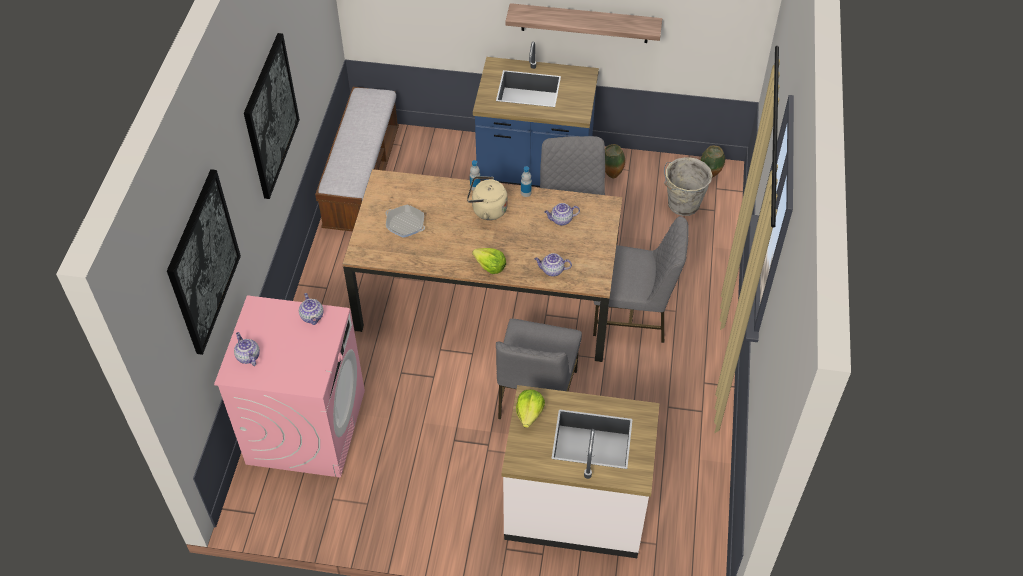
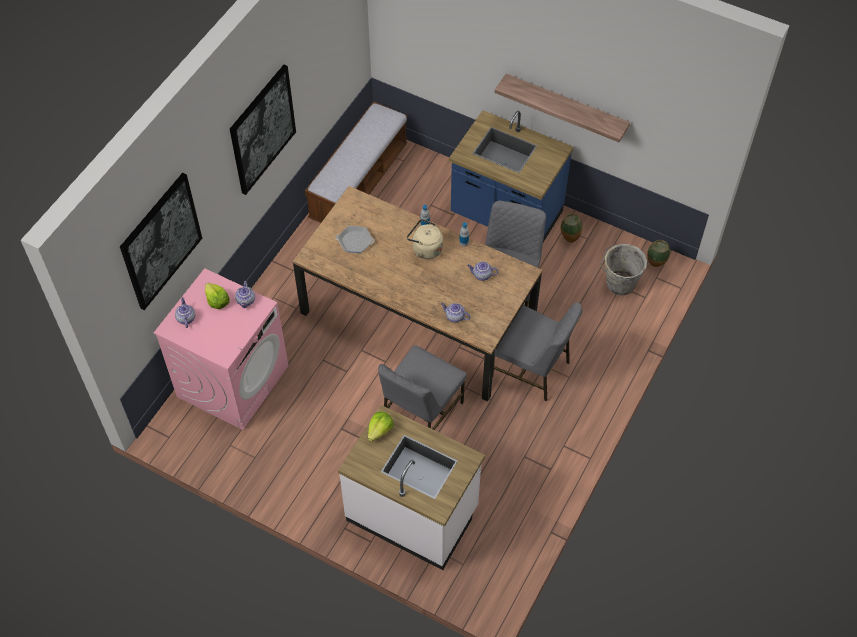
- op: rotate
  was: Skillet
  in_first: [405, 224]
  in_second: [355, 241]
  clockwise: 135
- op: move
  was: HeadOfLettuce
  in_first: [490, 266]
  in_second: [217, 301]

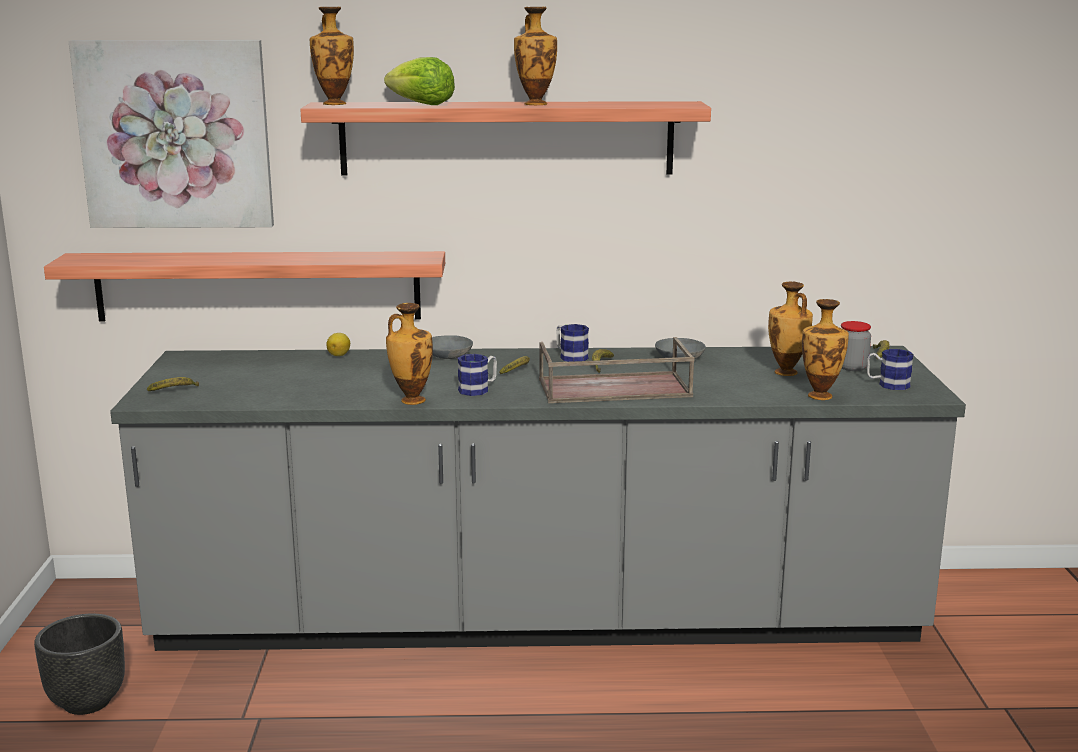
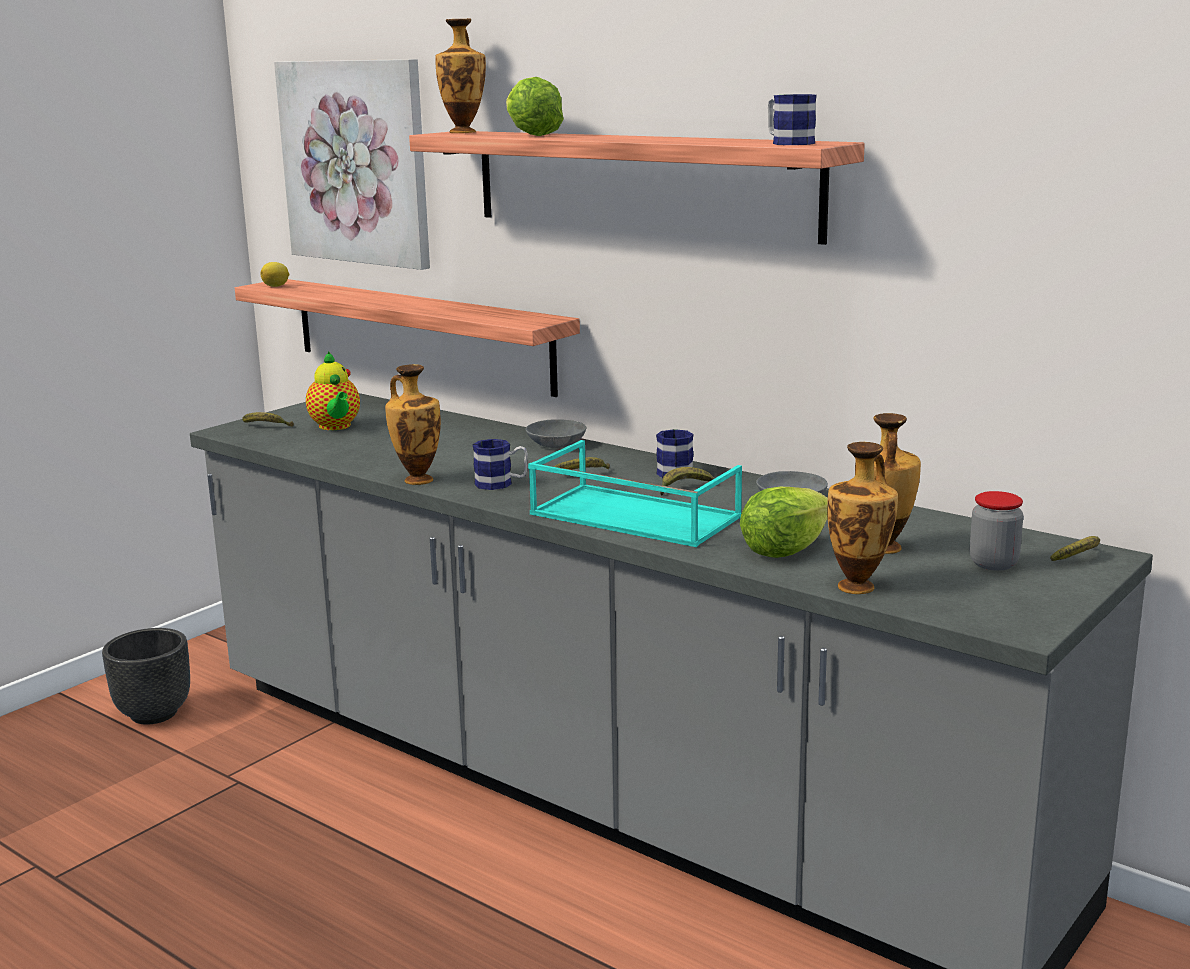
- op: delete
  was: Vase
  in_first: [535, 104]
- op: move
  was: CitrusFruit
  in_first: [339, 355]
  in_second: [276, 286]
- op: recolor
  was: BrownishServingTray
  now: BlueGreenServingTray
  in_first: [613, 388]
  in_second: [632, 516]
- op: move
  was: TeaMug
  in_first: [887, 384]
  in_second: [787, 143]
- op: insert
  now: Teapot
  in_second: [335, 427]
- op: insert
  now: HeadOfLettuce
  in_second: [784, 550]

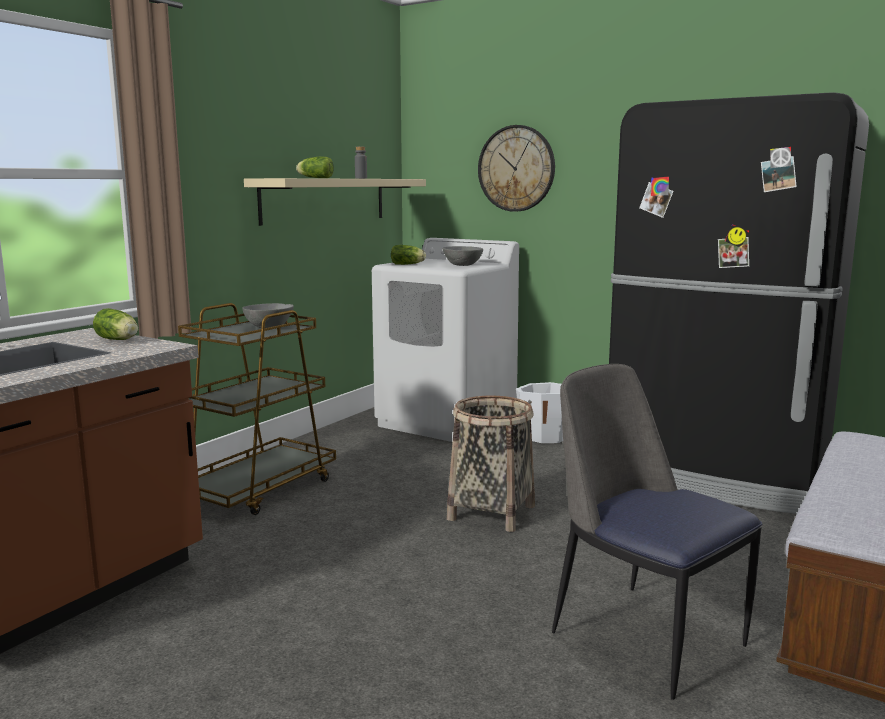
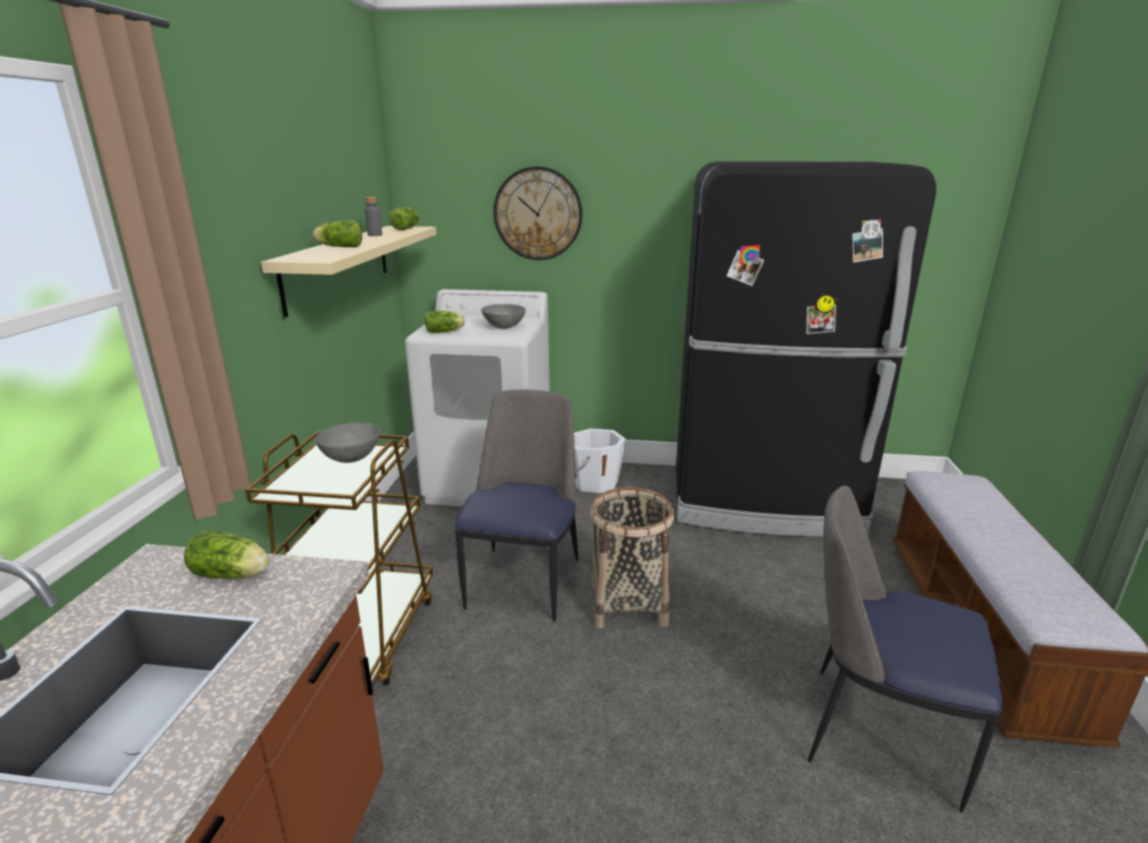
- op: insert
  now: HeadOfLettuce
  in_second: [407, 228]
- op: insert
  now: PlainChair
  in_second: [524, 581]

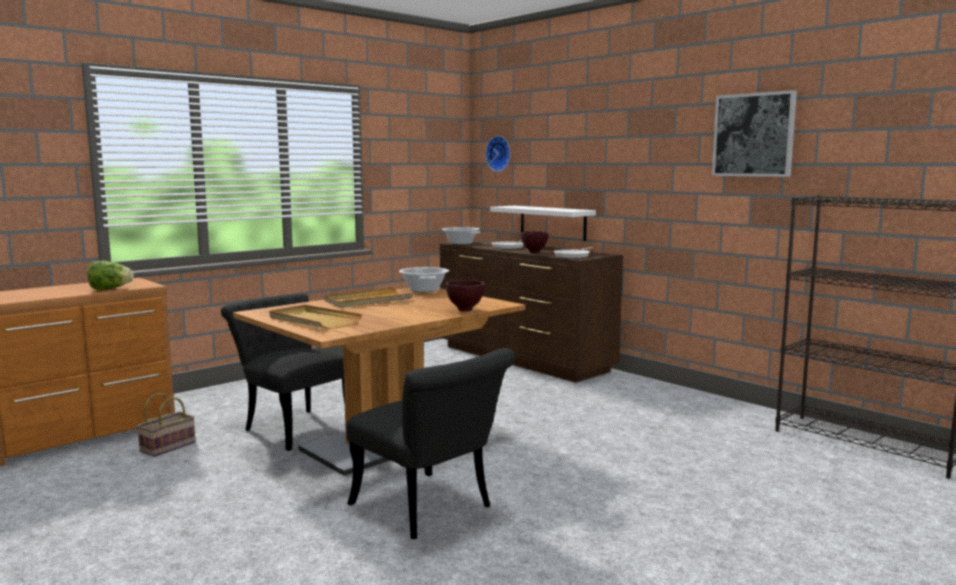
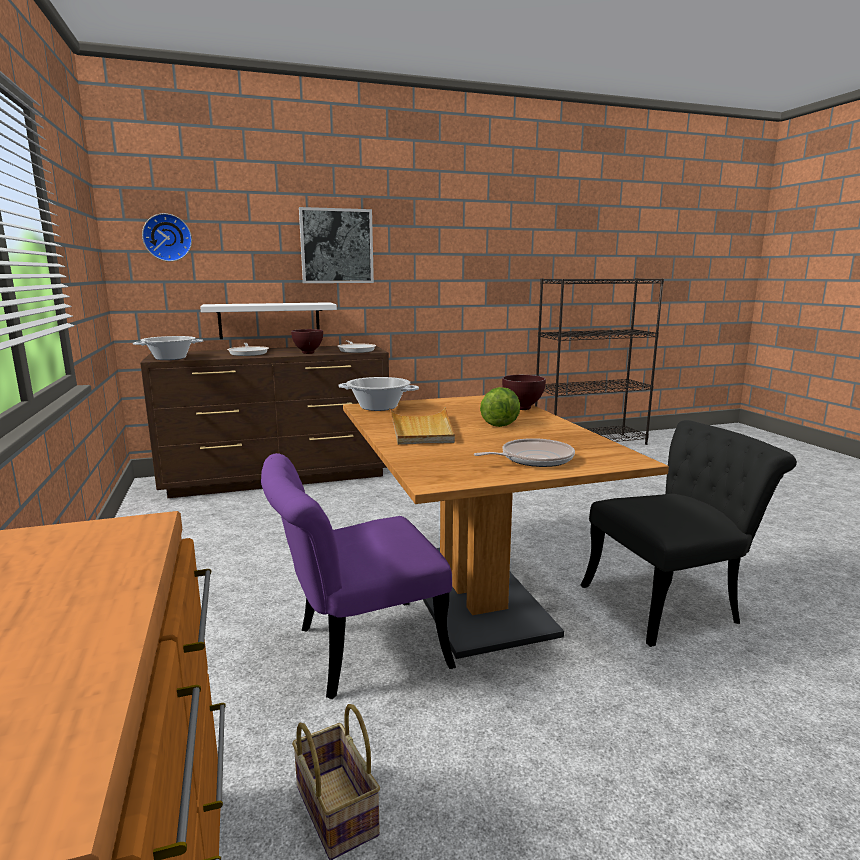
- op: move
  was: Picture
  in_first: [753, 135]
  in_second: [336, 246]
- op: move
  was: HeadOfLettuce
  in_first: [110, 289]
  in_second: [500, 423]
- op: recolor
  was: BlackPlainChair
  now: PurplishPlainChair
  in_first: [293, 426]
  in_second: [356, 651]
- op: replace
  was: BeigeColouredServingTray
  now: Skillet
  in_first: [313, 320]
  in_second: [533, 459]

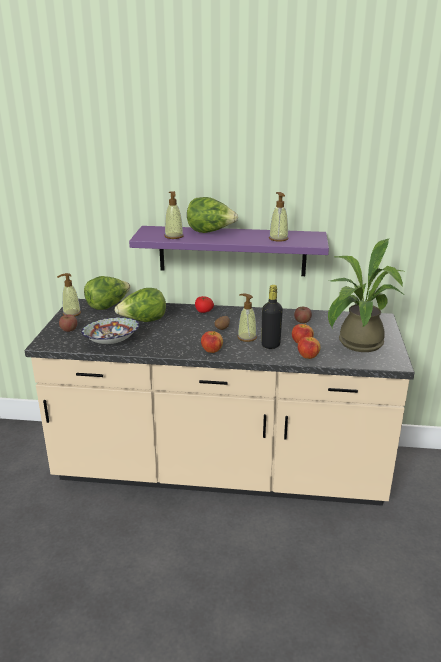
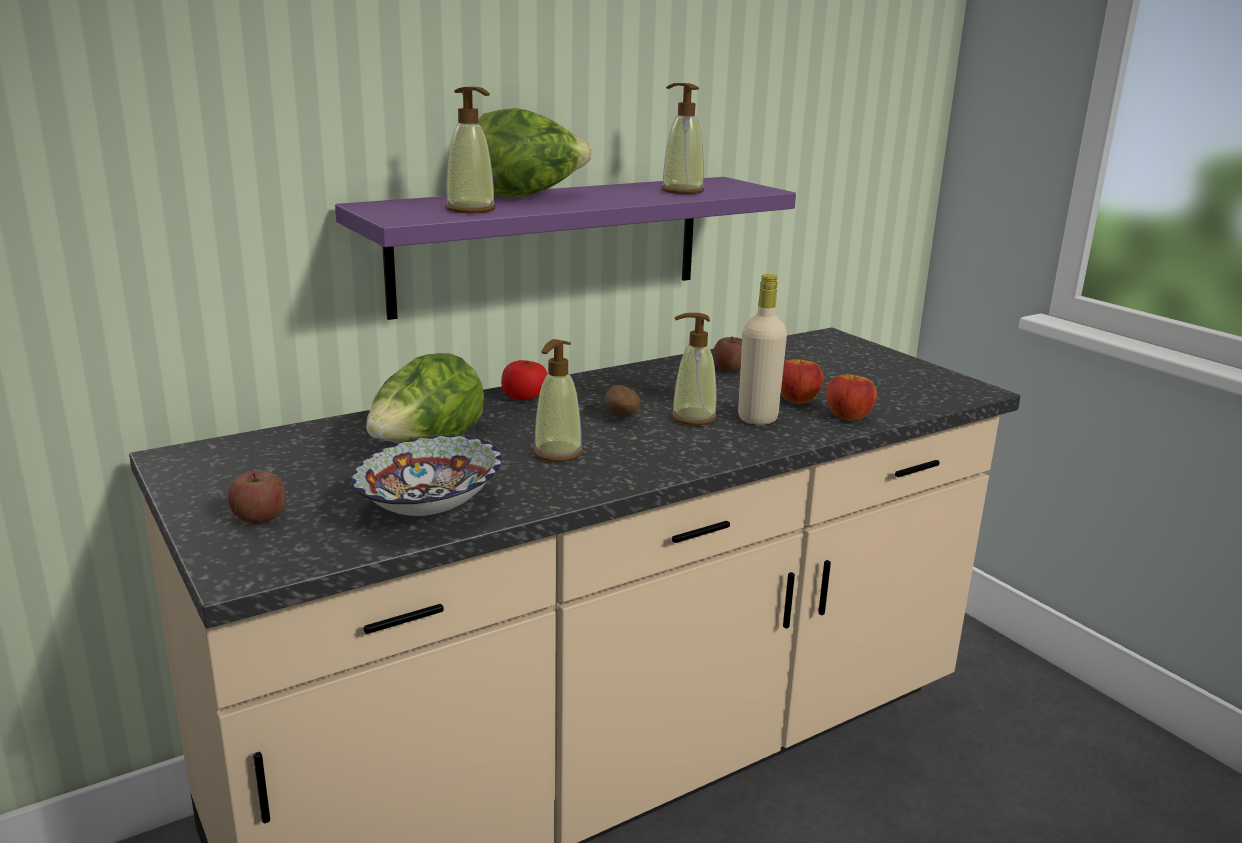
- op: delete
  was: PlantInAPot
  in_first: [356, 345]
- op: move
  was: SoapBottle
  in_first: [71, 313]
  in_second: [557, 453]
- op: delete
  was: HeadOfLettuce
  in_first: [108, 306]
- op: recolor
  was: BlackBeverageBottle
  now: BeigeColouredBeverageBottle
  in_first: [270, 345]
  in_second: [757, 418]
- op: delete
  was: WholeApple
  in_first: [212, 350]

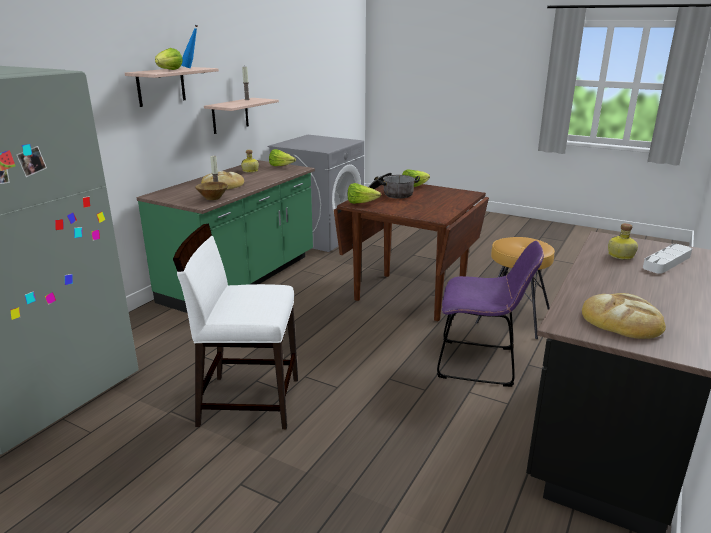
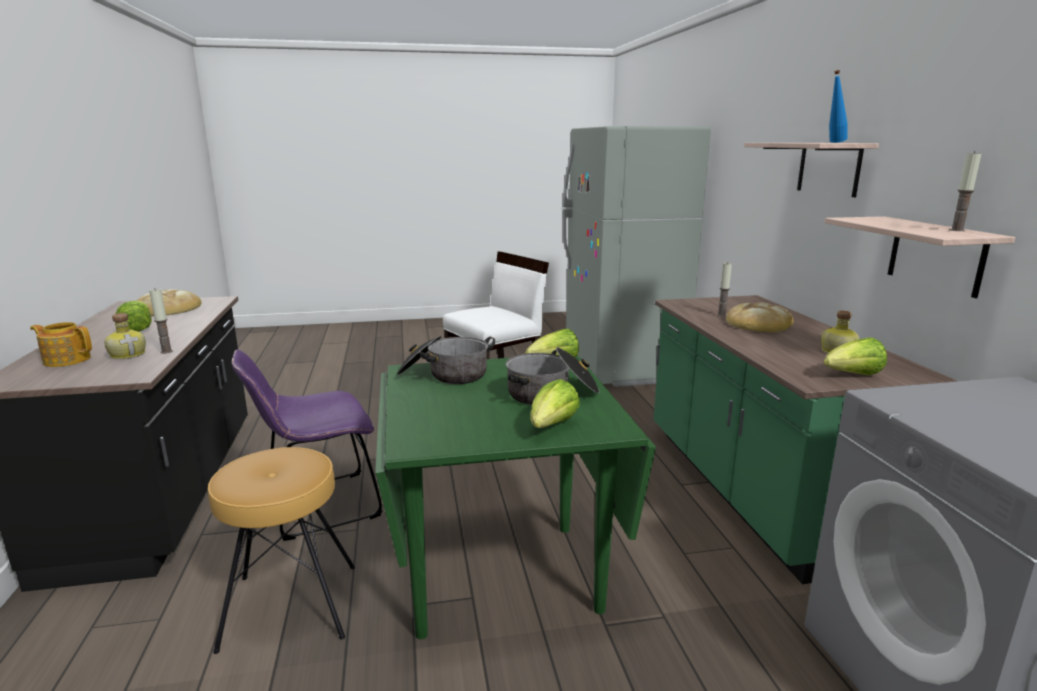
- op: move
  was: HeadOfLettuce
  in_first: [169, 70]
  in_second: [137, 328]
- op: delete
  was: BrownishDeepDish
  in_first: [212, 198]
- op: recolor
  was: BrownishKitchenTable
  now: GreenKitchenTable
  in_first: [410, 295]
  in_second: [501, 577]
- op: replace
  was: WhiteServingTray
  now: Teapot
  in_first: [666, 262]
  in_second: [67, 360]
- op: insert
  now: WaxCandle
  in_second: [166, 351]
- op: insert
  now: CookingPot
  in_second: [445, 375]

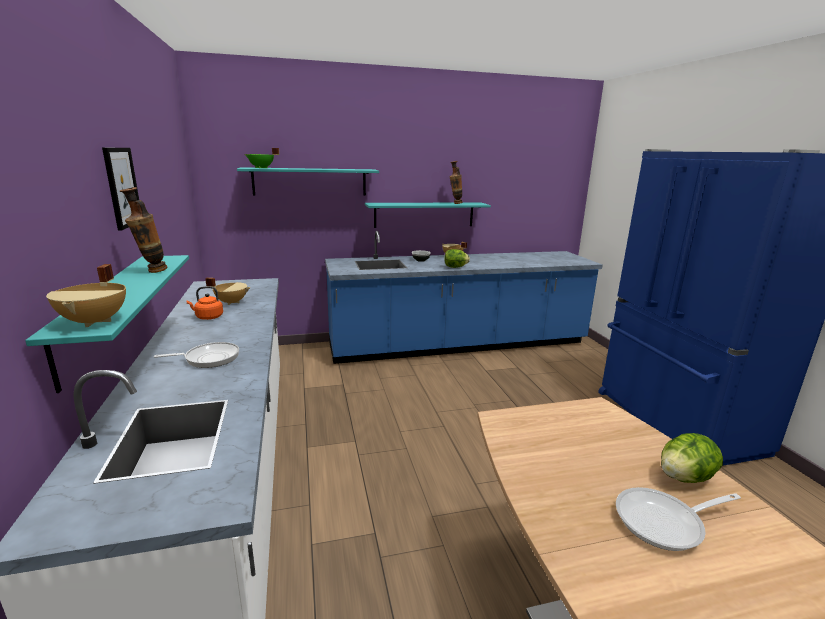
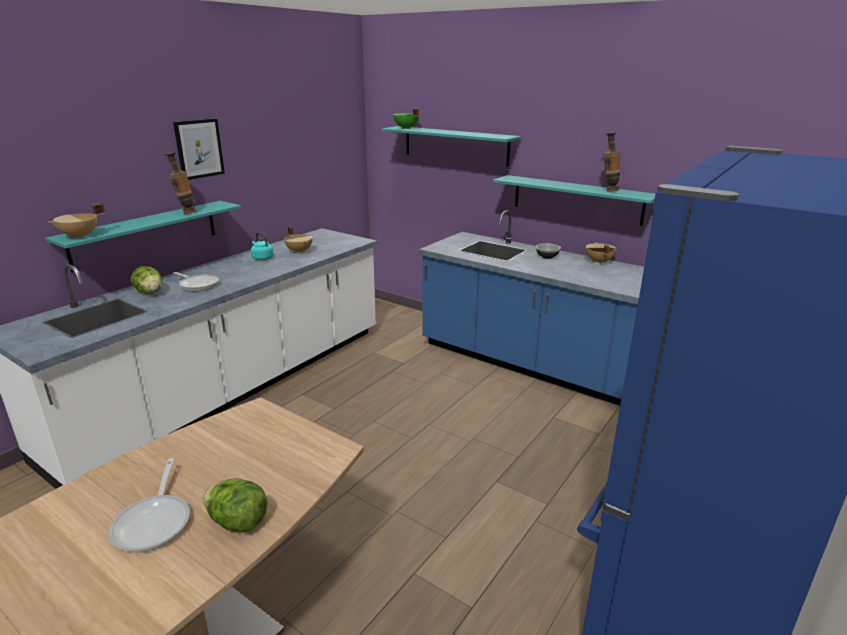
- op: move
  was: HeadOfLettuce
  in_first: [455, 267]
  in_second: [150, 293]
- op: recolor
  was: OrangeyKettle
  now: BlueGreenKettle
  in_first: [208, 317]
  in_second: [262, 258]
- op: rotate
  was: Skillet
  in_first: [665, 522]
  in_second: [155, 522]
  clockwise: -135

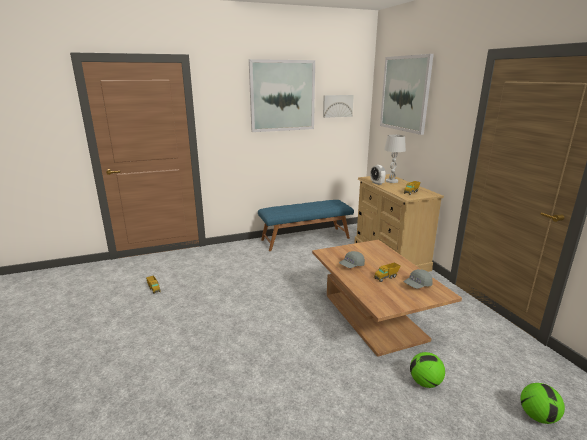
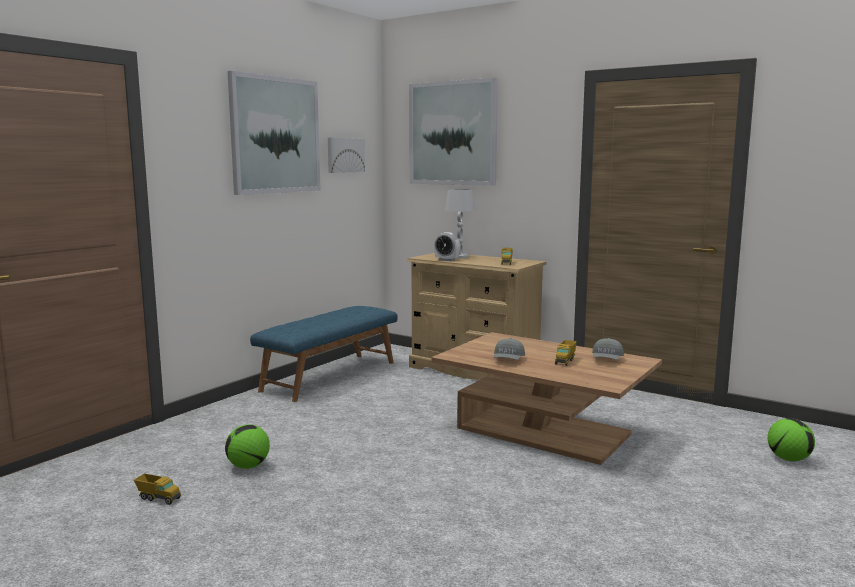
- op: move
  was: BallForFootball
  in_first: [425, 382]
  in_second: [248, 466]

